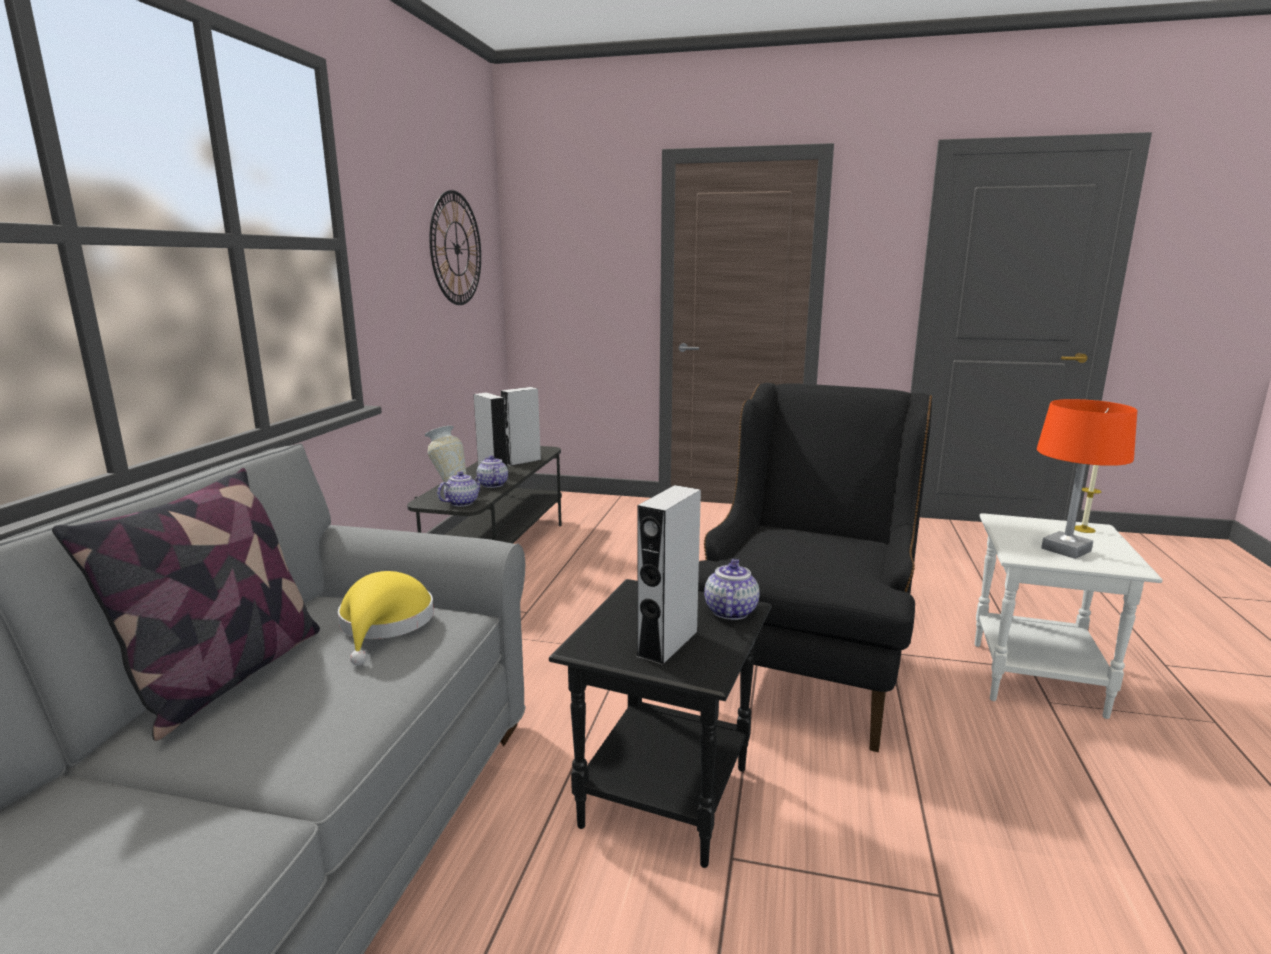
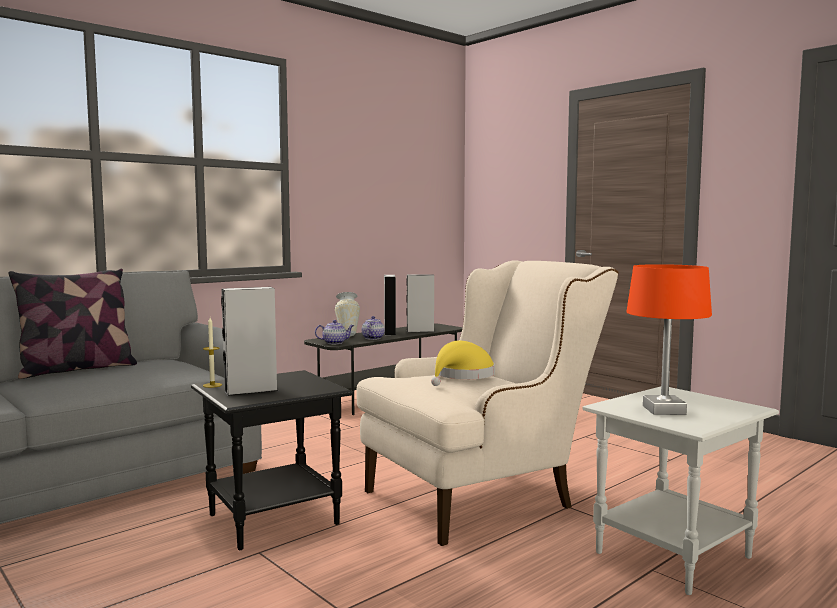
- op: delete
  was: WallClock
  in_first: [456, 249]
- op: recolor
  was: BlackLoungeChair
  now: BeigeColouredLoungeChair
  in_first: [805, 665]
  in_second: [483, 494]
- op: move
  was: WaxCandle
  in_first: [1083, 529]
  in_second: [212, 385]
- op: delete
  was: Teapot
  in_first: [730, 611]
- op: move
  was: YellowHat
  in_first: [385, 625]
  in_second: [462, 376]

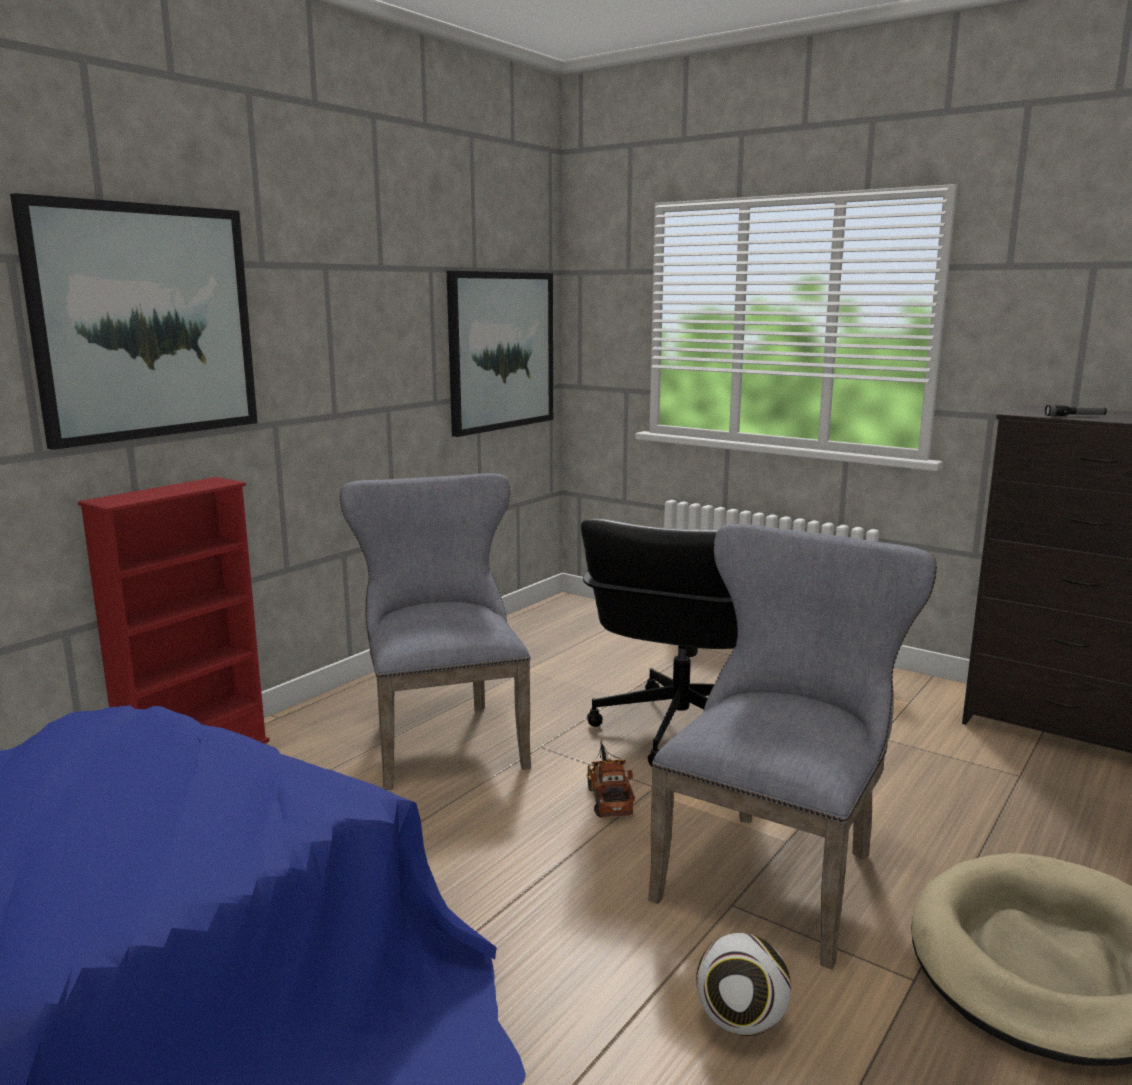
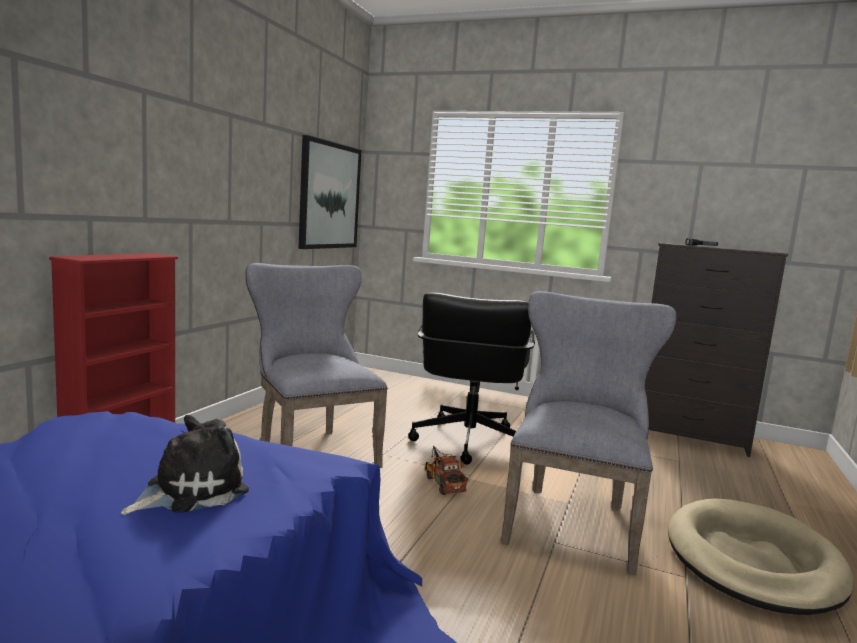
- op: delete
  was: Picture
  in_first: [145, 322]
- op: delete
  was: BallForFootball
  in_first: [741, 1021]
- op: insert
  now: PlushToy
  in_second: [190, 490]

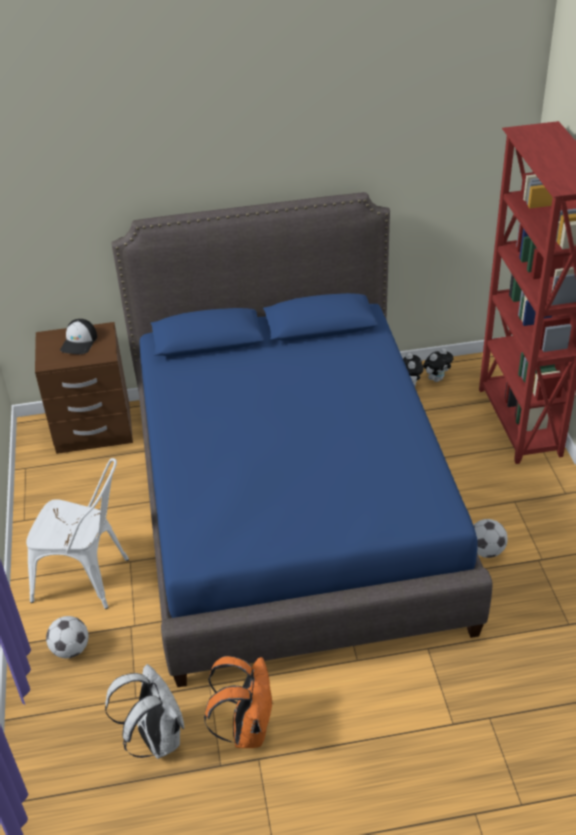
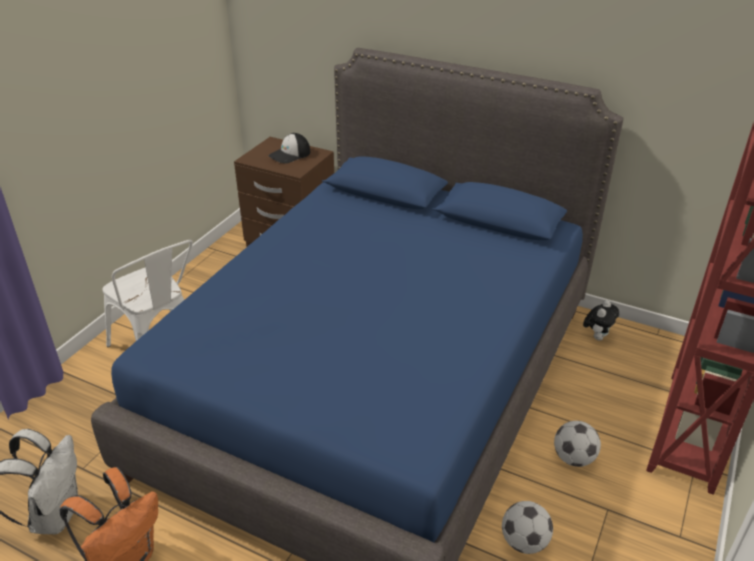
- op: delete
  was: PlushToy
  in_first: [436, 379]
- op: move
  was: BallForFootball
  in_first: [71, 649]
  in_second: [573, 458]

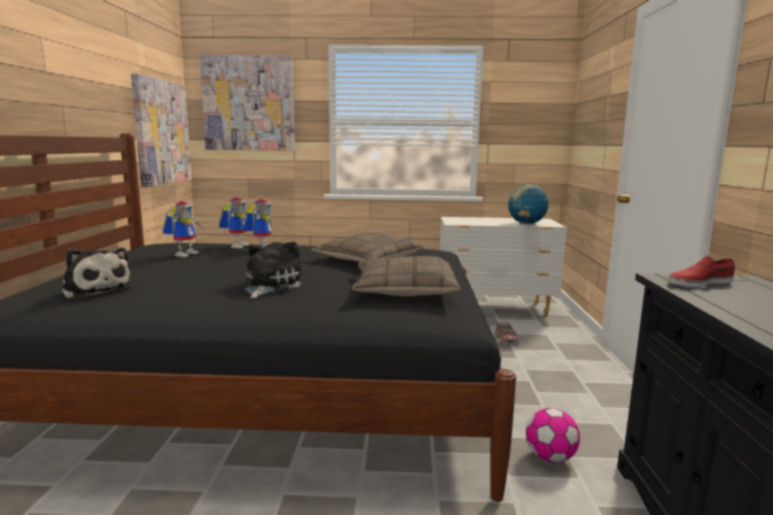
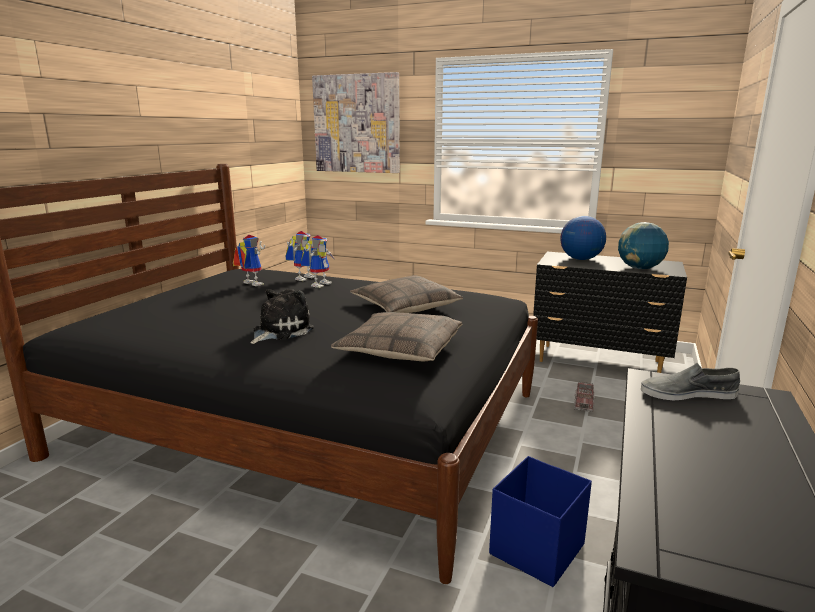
- op: delete
  was: Picture
  in_first: [161, 132]
- op: rotate
  was: ModelRobot
  in_first: [185, 254]
  in_second: [249, 284]
  clockwise: -90
- op: recolor
  was: WhiteDresser
  now: BlackDresser
  in_first: [495, 308]
  in_second: [600, 362]
- op: delete
  was: PlushToy
  in_first: [96, 289]
- op: recolor
  was: ReddishShoe
  now: GrayShoe
  in_first: [699, 283]
  in_second: [687, 394]
- op: replace
  was: BallForFootball
  now: BlueColouredStorageContainer
  in_first: [550, 457]
  in_second: [535, 550]
- op: insert
  now: Globe
  in_second: [580, 259]

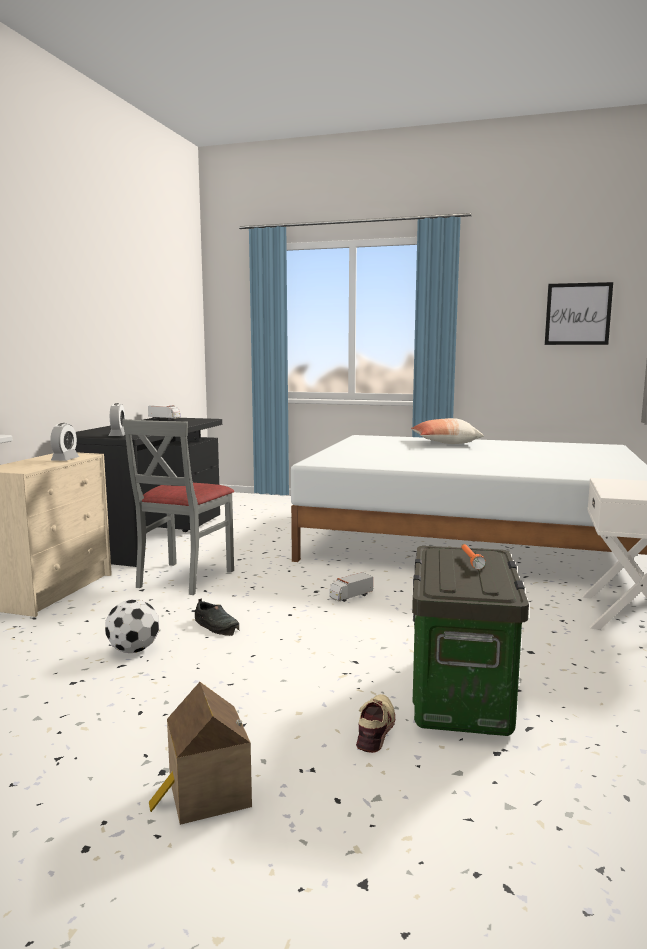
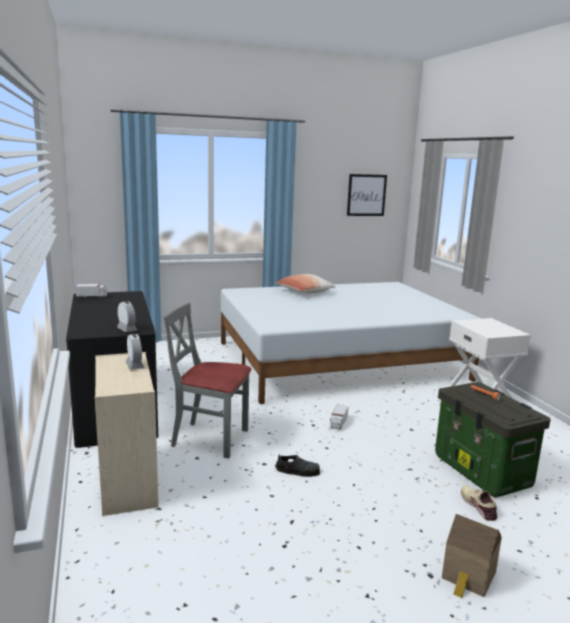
- op: rotate
  was: GrayPlainChair
  in_first: [184, 578]
  in_second: [210, 438]
  clockwise: 120
- op: delete
  was: BallForFootball
  in_first: [134, 650]

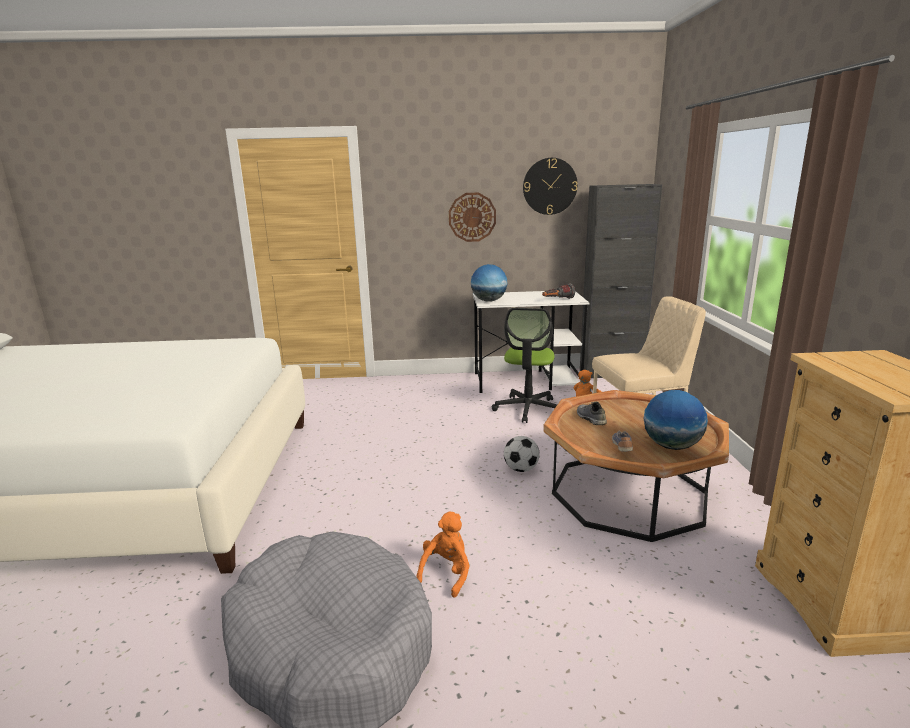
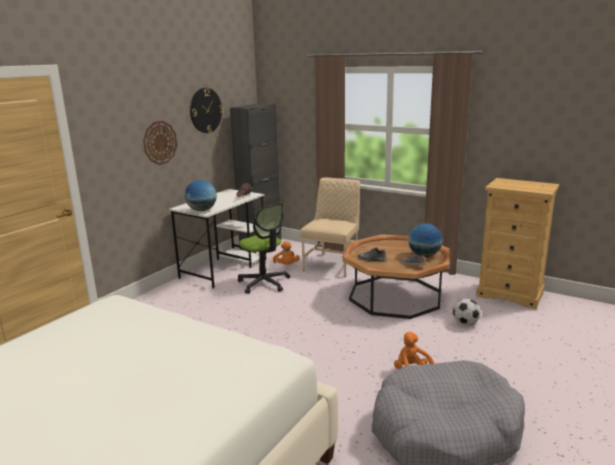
- op: move
  was: BallForFootball
  in_first: [521, 469]
  in_second: [465, 323]

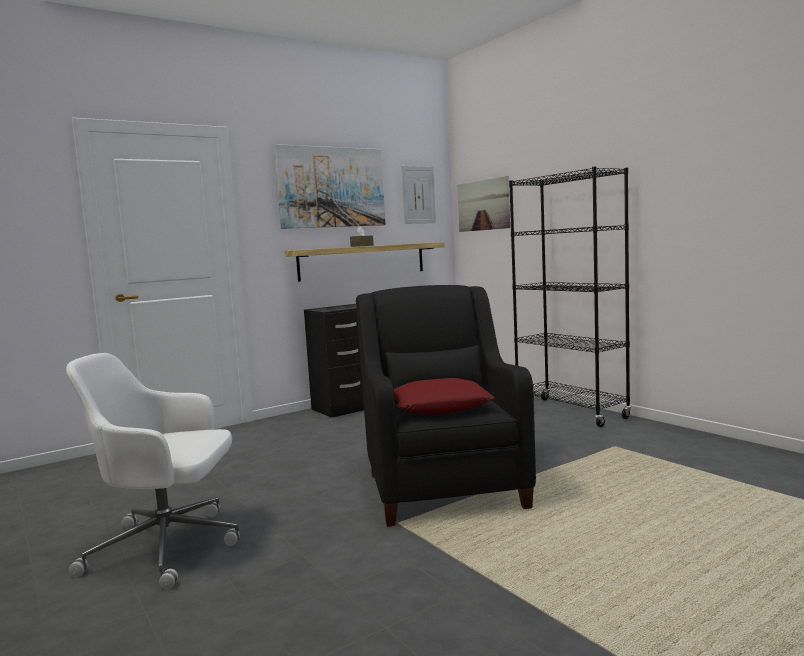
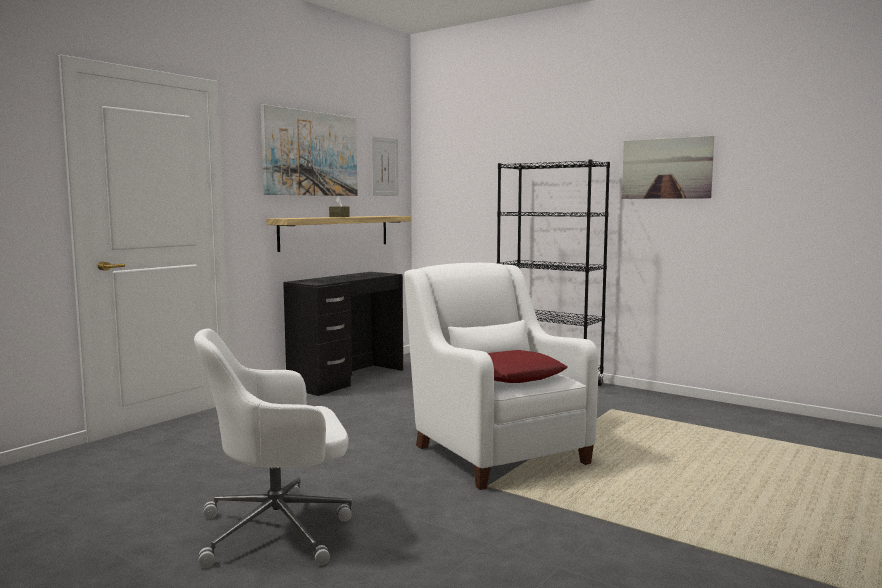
- op: move
  was: Picture
  in_first: [483, 205]
  in_second: [666, 168]
- op: recolor
  was: BlackLoungeChair
  now: WhiteLoungeChair
  in_first: [443, 485]
  in_second: [495, 451]

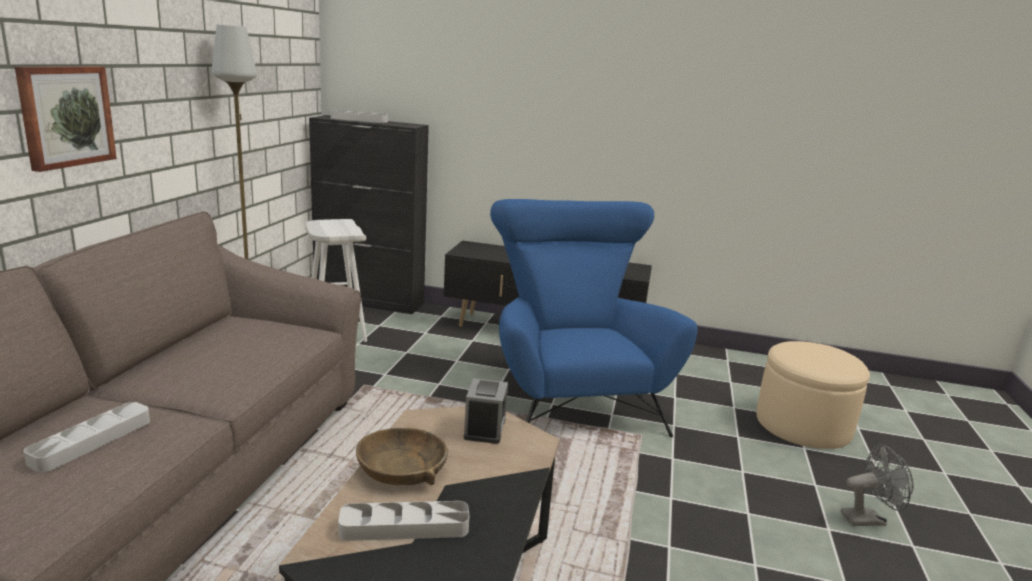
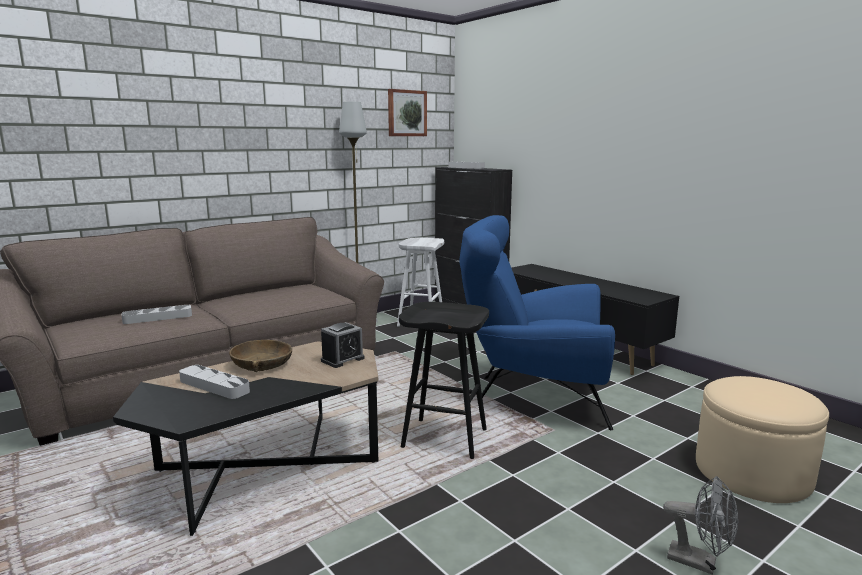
- op: move
  was: Picture
  in_first: [66, 116]
  in_second: [406, 113]
- op: rotate
  was: BlueColouredLoungeChair
  in_first: [571, 398]
  in_second: [532, 392]
  clockwise: -105
- op: insert
  now: BlackStoolSeat
  in_second: [446, 438]

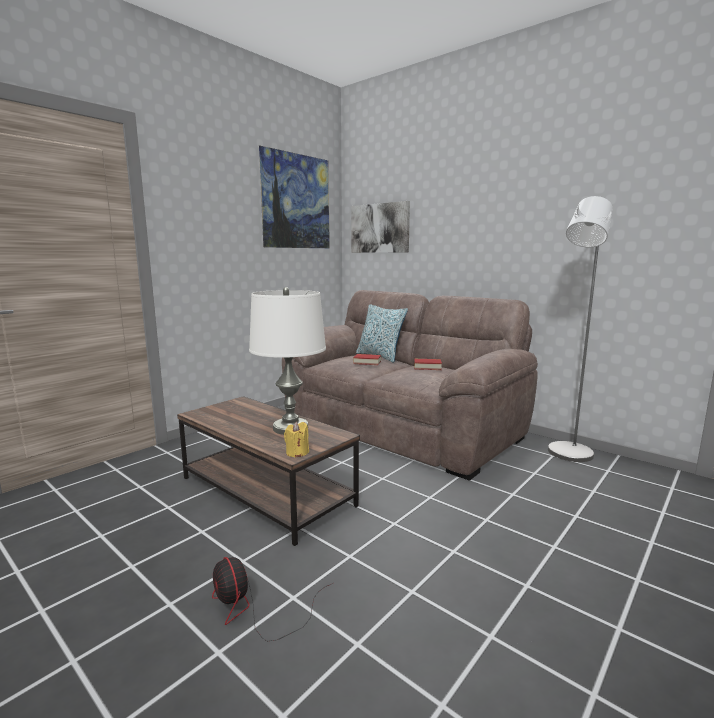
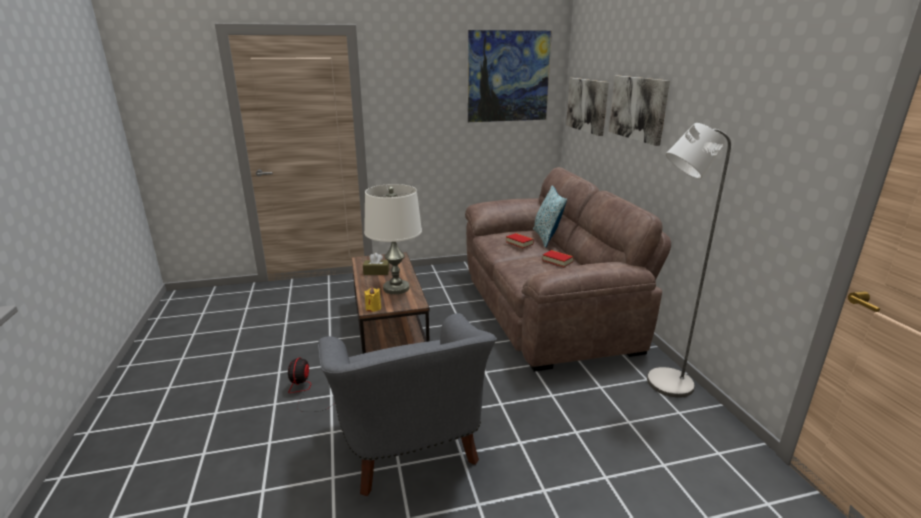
- op: insert
  now: Picture
  in_second: [638, 108]
- op: insert
  now: BrownishTissueBox
  in_second: [376, 272]
- op: insert
  now: GrayLoungeChair
  in_second: [409, 447]

